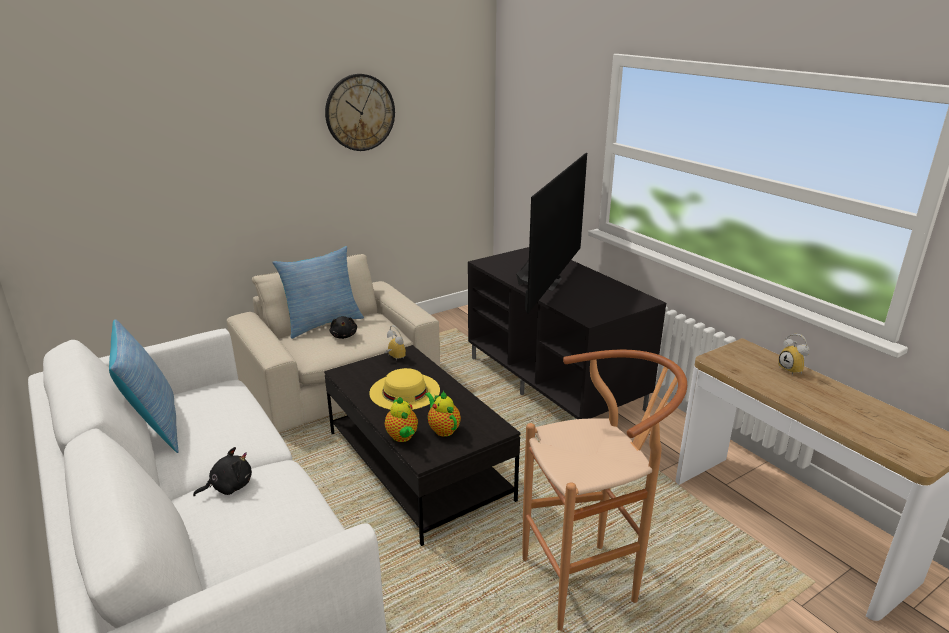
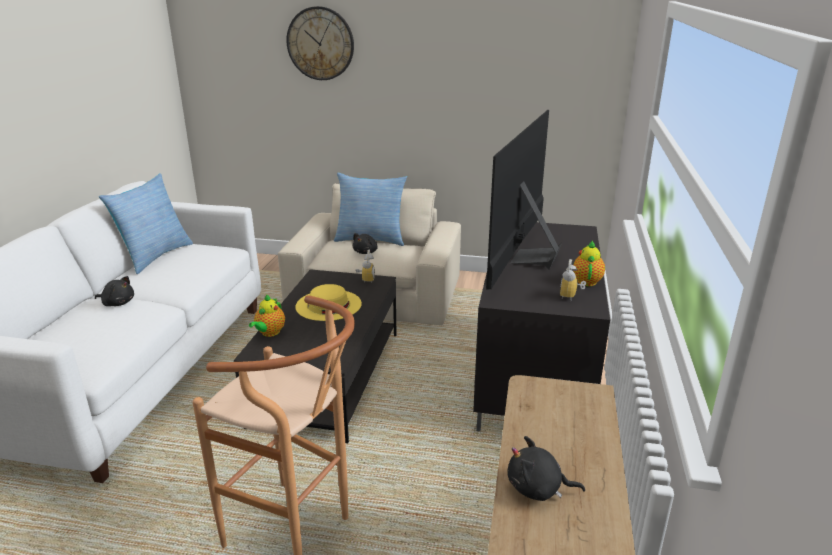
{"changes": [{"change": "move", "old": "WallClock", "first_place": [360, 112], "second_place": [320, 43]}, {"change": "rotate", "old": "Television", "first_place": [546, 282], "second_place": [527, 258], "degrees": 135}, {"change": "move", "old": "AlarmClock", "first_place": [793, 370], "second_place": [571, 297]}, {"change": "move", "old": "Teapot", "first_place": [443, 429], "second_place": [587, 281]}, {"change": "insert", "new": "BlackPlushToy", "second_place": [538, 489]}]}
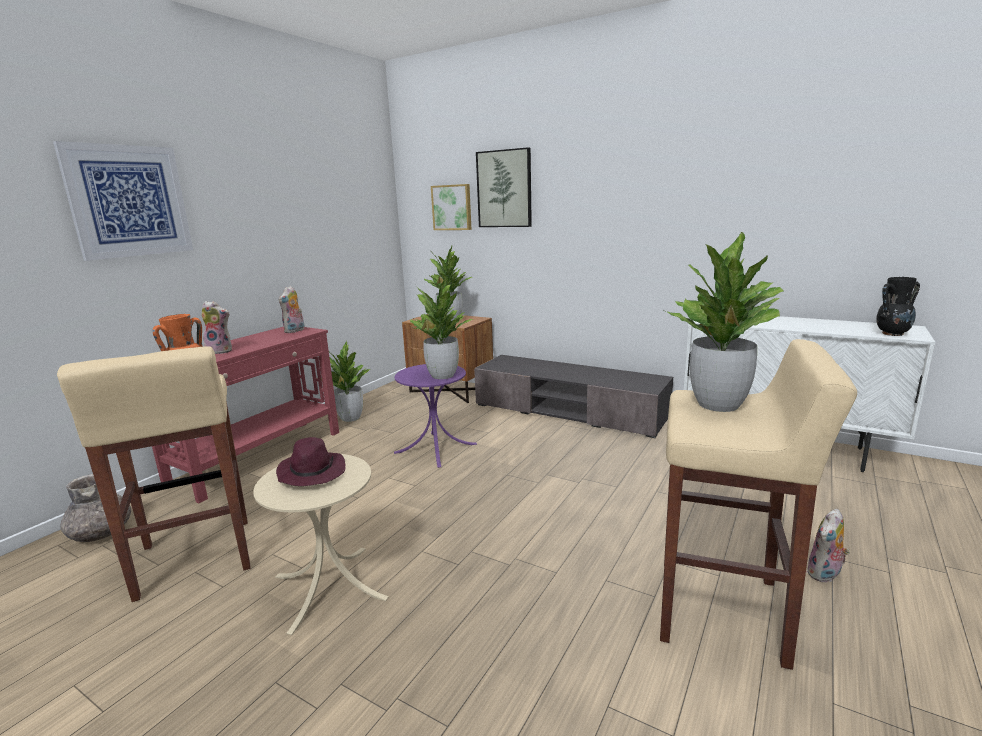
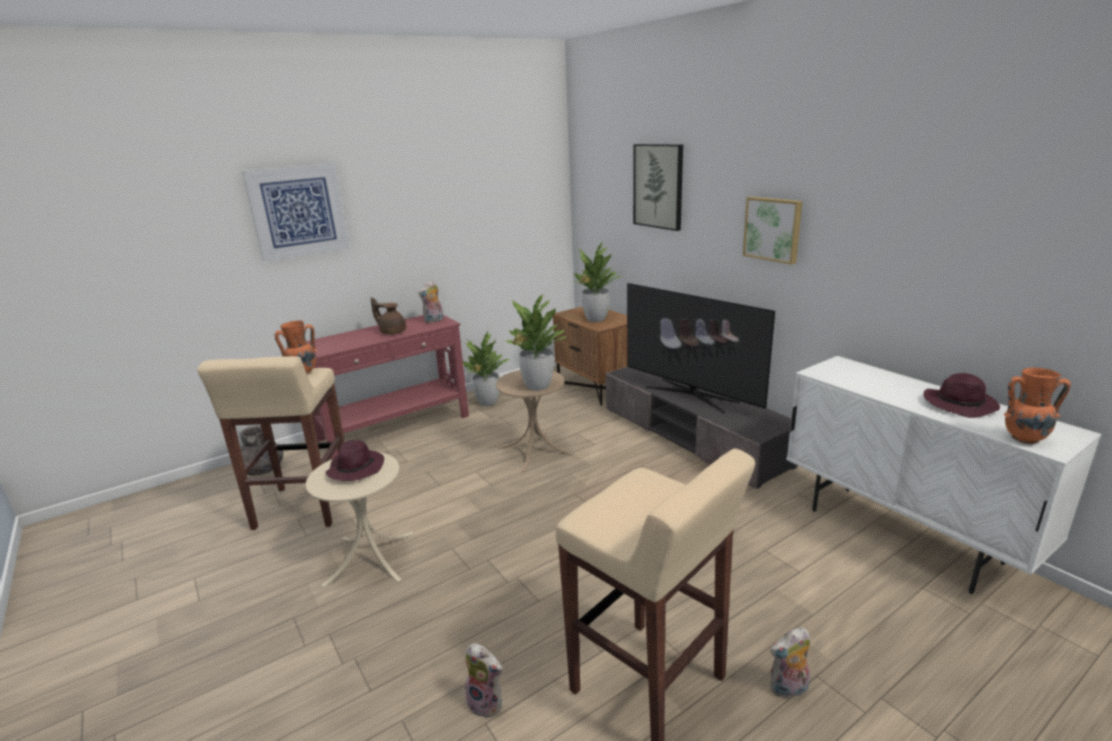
{"changes": [{"change": "move", "old": "Picture", "first_place": [452, 207], "second_place": [773, 229]}, {"change": "delete", "old": "PottedPlant", "first_place": [718, 405]}, {"change": "recolor", "old": "BlackVase", "new": "OrangeVase", "first_place": [891, 334], "second_place": [1023, 439]}, {"change": "move", "old": "PlushToy", "first_place": [221, 351], "second_place": [487, 702]}, {"change": "recolor", "old": "PurpleSideTable", "new": "BeigeSideTable", "first_place": [436, 448], "second_place": [535, 450]}, {"change": "insert", "new": "Television", "second_place": [691, 394]}, {"change": "insert", "new": "BrownTeapot", "second_place": [392, 332]}, {"change": "insert", "new": "PurpleHat", "second_place": [960, 404]}]}
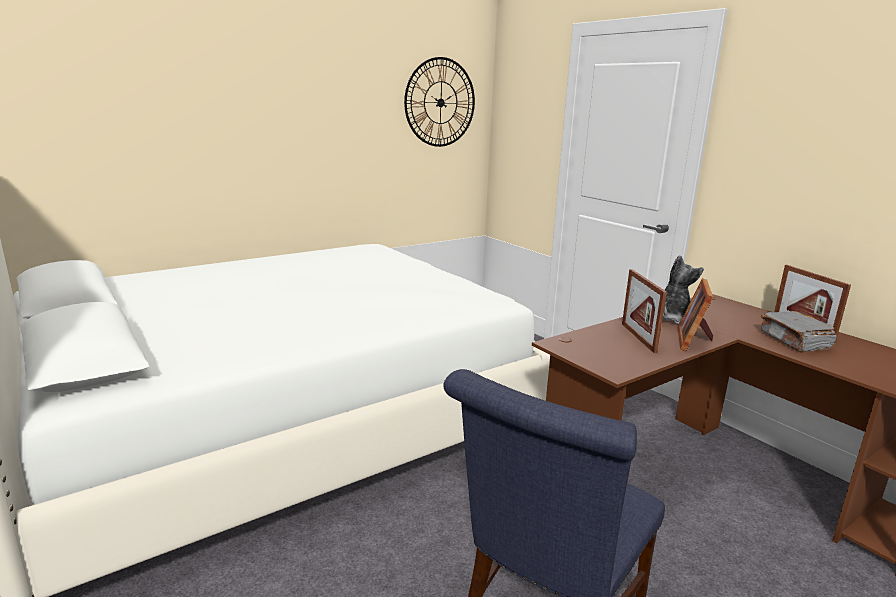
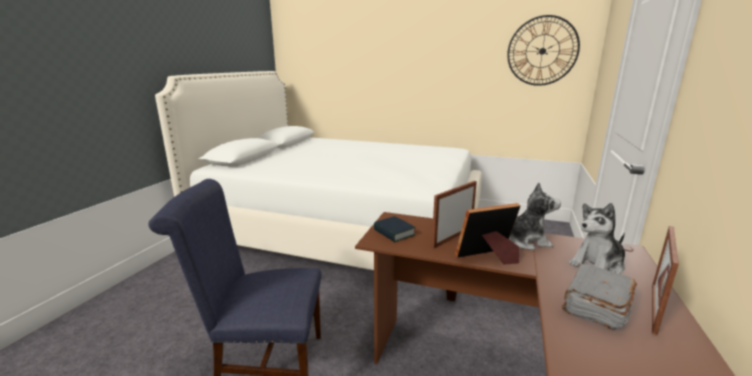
{"changes": [{"change": "insert", "new": "PlushToy", "second_place": [598, 265]}, {"change": "insert", "new": "Book", "second_place": [394, 233]}]}
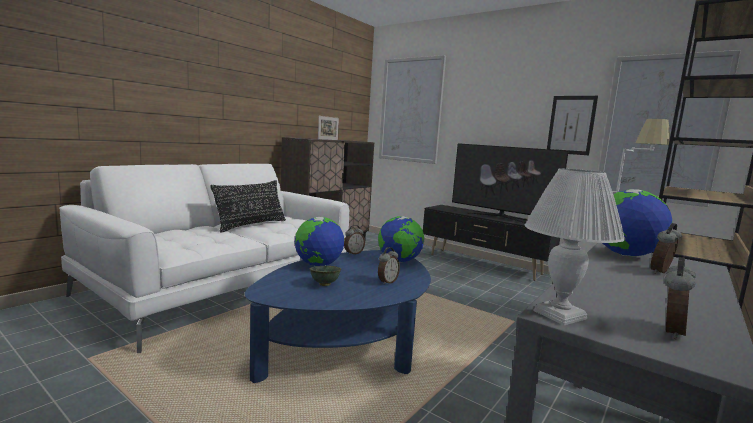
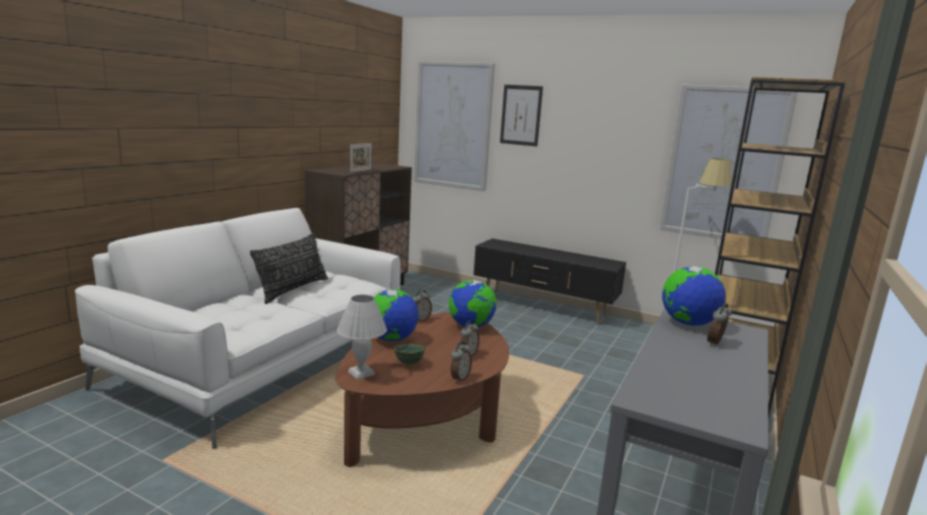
{"changes": [{"change": "move", "old": "Picture", "first_place": [571, 125], "second_place": [521, 115]}, {"change": "delete", "old": "Television", "first_place": [500, 217]}, {"change": "move", "old": "WhiteTableLamp", "first_place": [561, 315], "second_place": [362, 373]}, {"change": "recolor", "old": "BlueCoffeeTable", "new": "BrownCoffeeTable", "first_place": [347, 345], "second_place": [426, 418]}, {"change": "move", "old": "AlarmClock", "first_place": [670, 331], "second_place": [459, 378]}]}
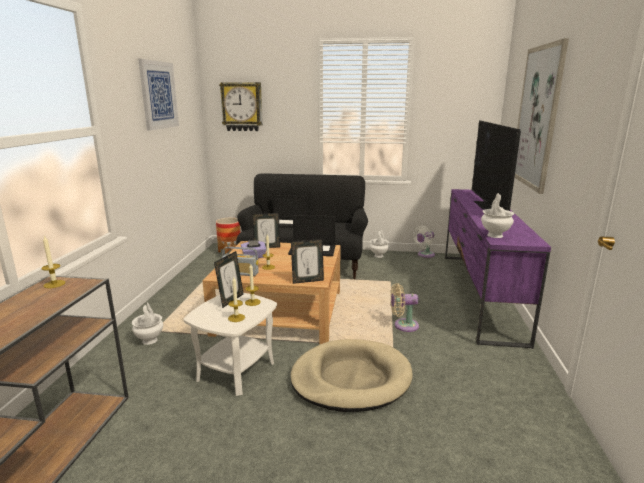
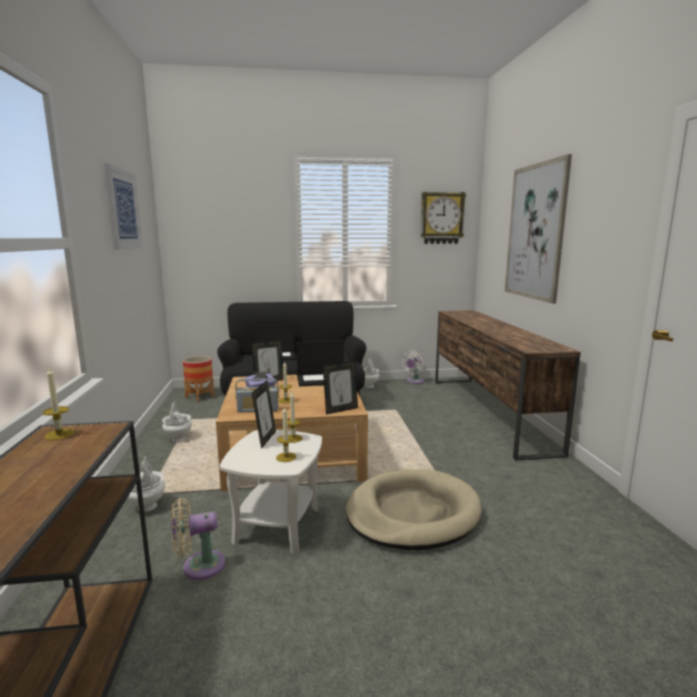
{"changes": [{"change": "move", "old": "WallClock", "first_place": [242, 107], "second_place": [441, 218]}, {"change": "delete", "old": "Television", "first_place": [487, 205]}, {"change": "recolor", "old": "PurpleTvStand", "new": "BrownTvStand", "first_place": [479, 293], "second_place": [487, 412]}, {"change": "move", "old": "WhiteVase", "first_place": [494, 235], "second_place": [178, 439]}, {"change": "move", "old": "BeigeFan", "first_place": [403, 325], "second_place": [199, 566]}]}
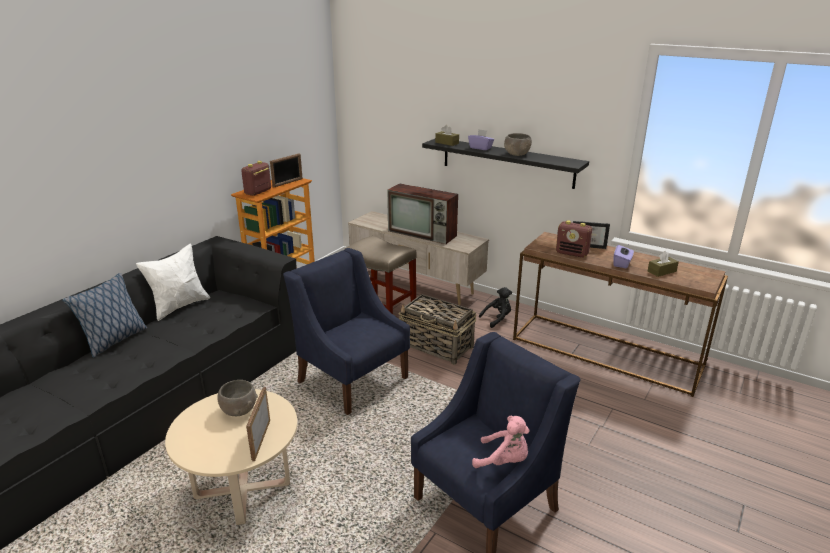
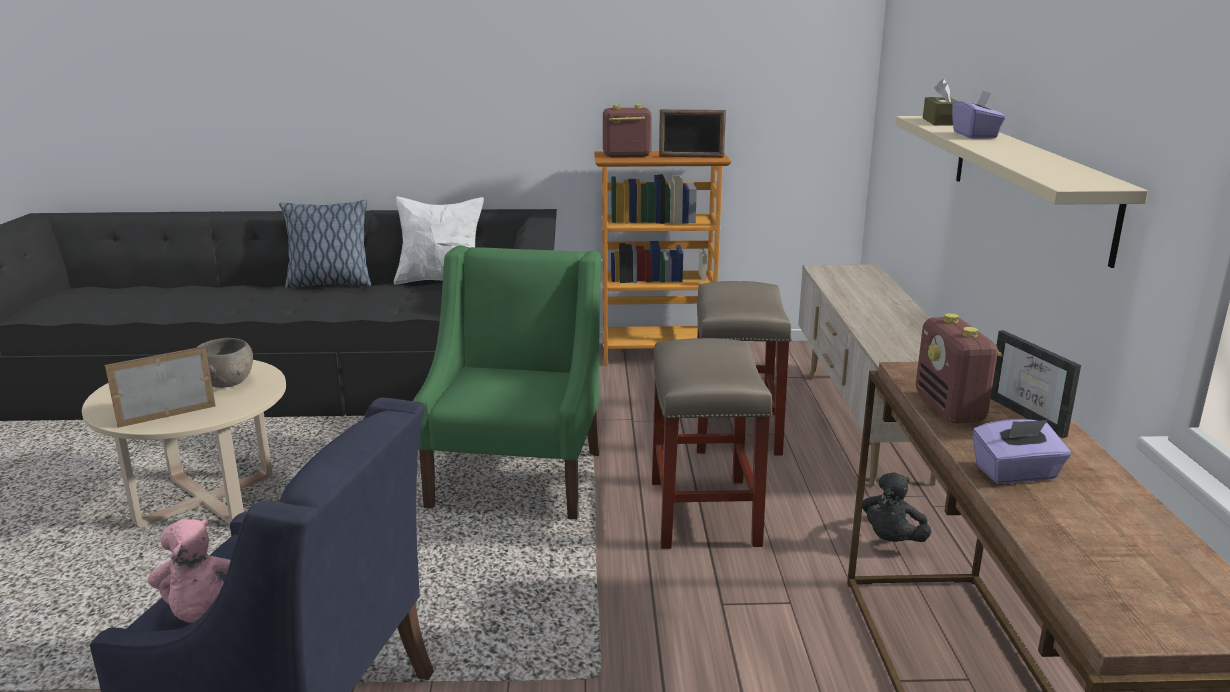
{"changes": [{"change": "delete", "old": "GreyBowl", "first_place": [517, 154]}, {"change": "recolor", "old": "BlackShelf", "new": "BeigeShelf", "first_place": [507, 162], "second_place": [1028, 181]}, {"change": "delete", "old": "Television", "first_place": [423, 233]}, {"change": "recolor", "old": "BlueArmchair", "new": "GreenArmchair", "first_place": [352, 379], "second_place": [518, 478]}, {"change": "delete", "old": "BrownTissueBox", "first_place": [661, 271]}, {"change": "rotate", "old": "BlackPlushToy", "first_place": [497, 319], "second_place": [892, 540], "degrees": 90}, {"change": "replace", "old": "Basket", "new": "BeigeStool", "first_place": [437, 346], "second_place": [704, 513]}]}
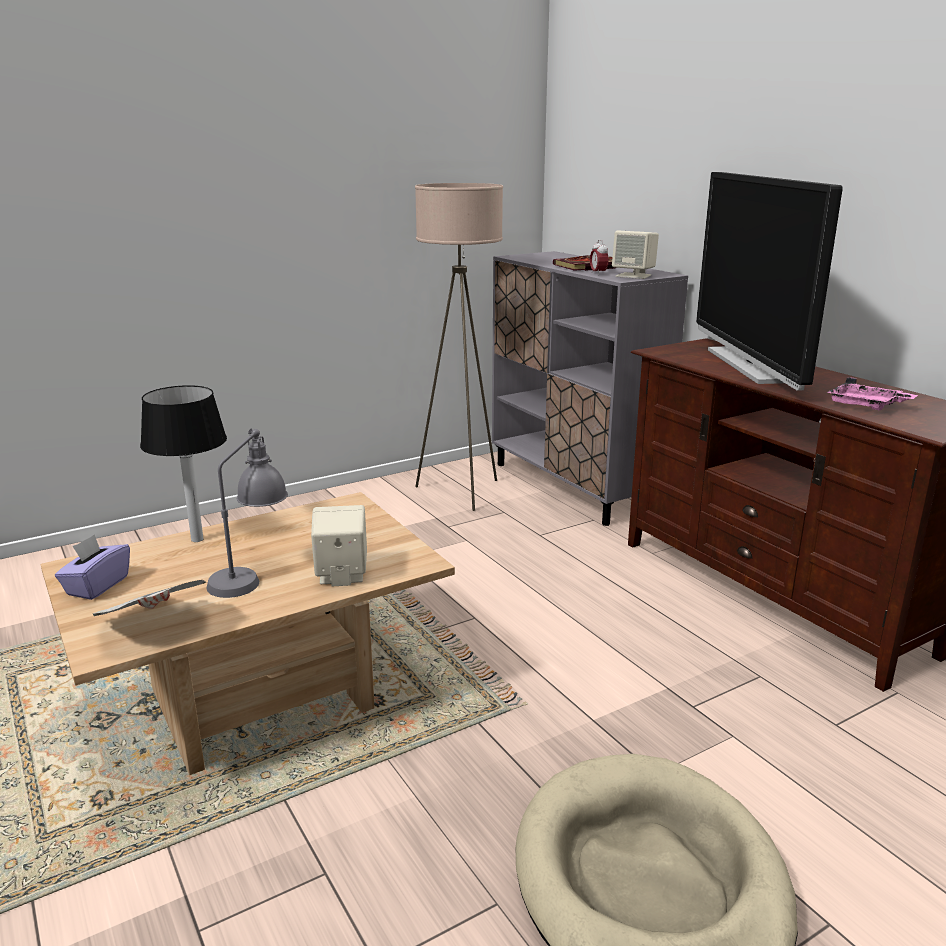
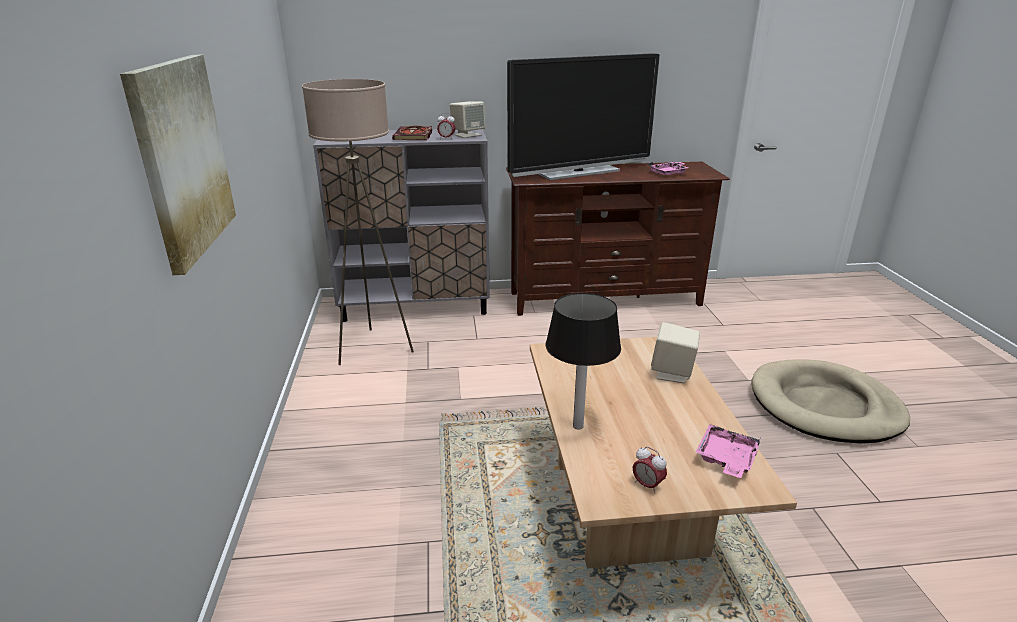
{"changes": [{"change": "rotate", "old": "Television", "first_place": [751, 365], "second_place": [578, 172], "degrees": -45}, {"change": "delete", "old": "GreyTableLamp", "first_place": [251, 575]}, {"change": "replace", "old": "PurpleTissueBox", "new": "AlarmClock", "first_place": [97, 586], "second_place": [647, 485]}, {"change": "replace", "old": "Newspaper", "new": "PinkTray", "first_place": [153, 625], "second_place": [726, 459]}, {"change": "insert", "new": "Picture", "second_place": [183, 158]}]}
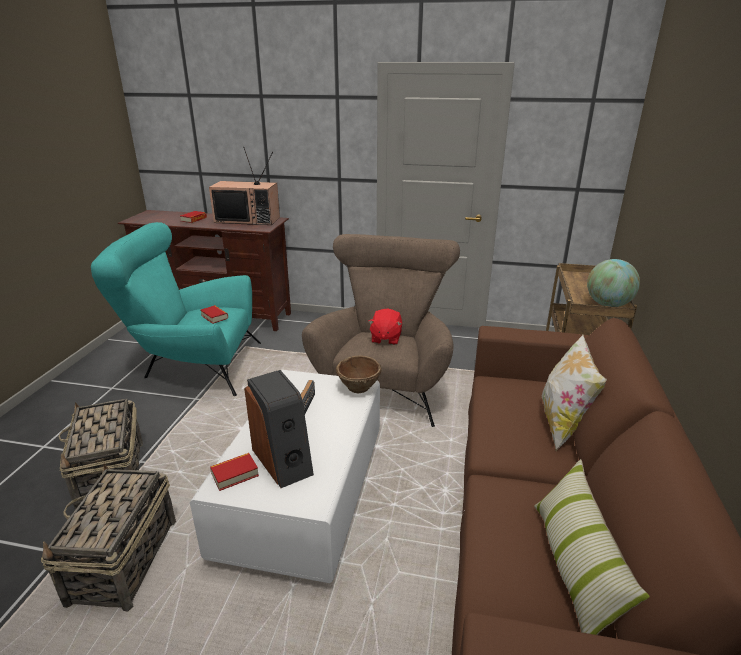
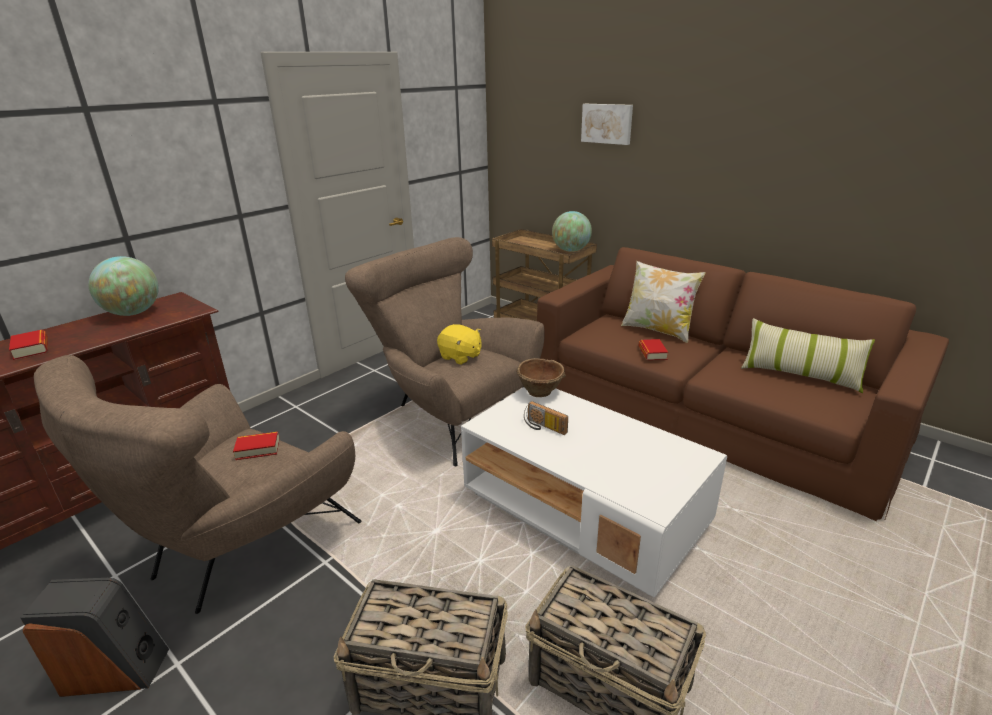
{"changes": [{"change": "replace", "old": "Television", "new": "Globe", "first_place": [248, 220], "second_place": [133, 313]}, {"change": "recolor", "old": "TurquoiseArmchair", "new": "BrownArmchair", "first_place": [193, 367], "second_place": [237, 549]}, {"change": "recolor", "old": "RedPlushToy", "new": "YellowPlushToy", "first_place": [385, 338], "second_place": [460, 357]}, {"change": "move", "old": "Speaker", "first_place": [283, 460], "second_place": [116, 669]}, {"change": "move", "old": "Book", "first_place": [235, 474], "second_place": [652, 353]}, {"change": "insert", "new": "Picture", "second_place": [607, 123]}]}
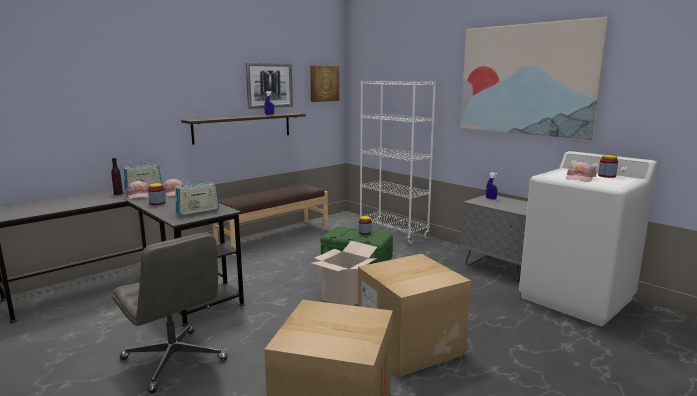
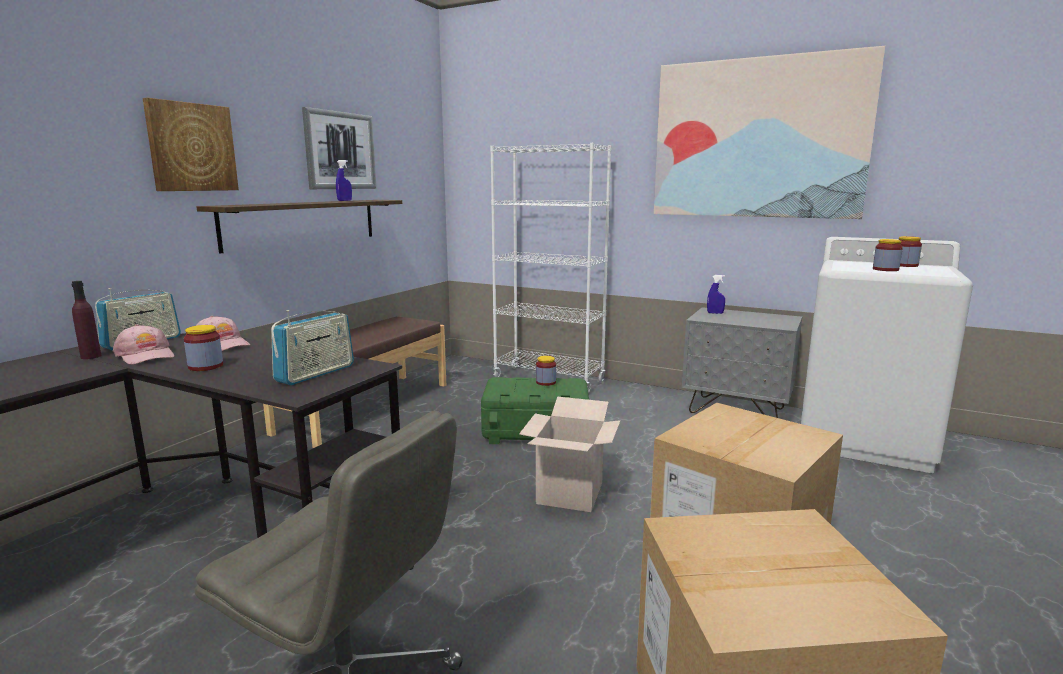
{"changes": [{"change": "move", "old": "Picture", "first_place": [324, 83], "second_place": [191, 147]}, {"change": "replace", "old": "PinkCap", "new": "Jar", "first_place": [579, 178], "second_place": [885, 269]}]}
